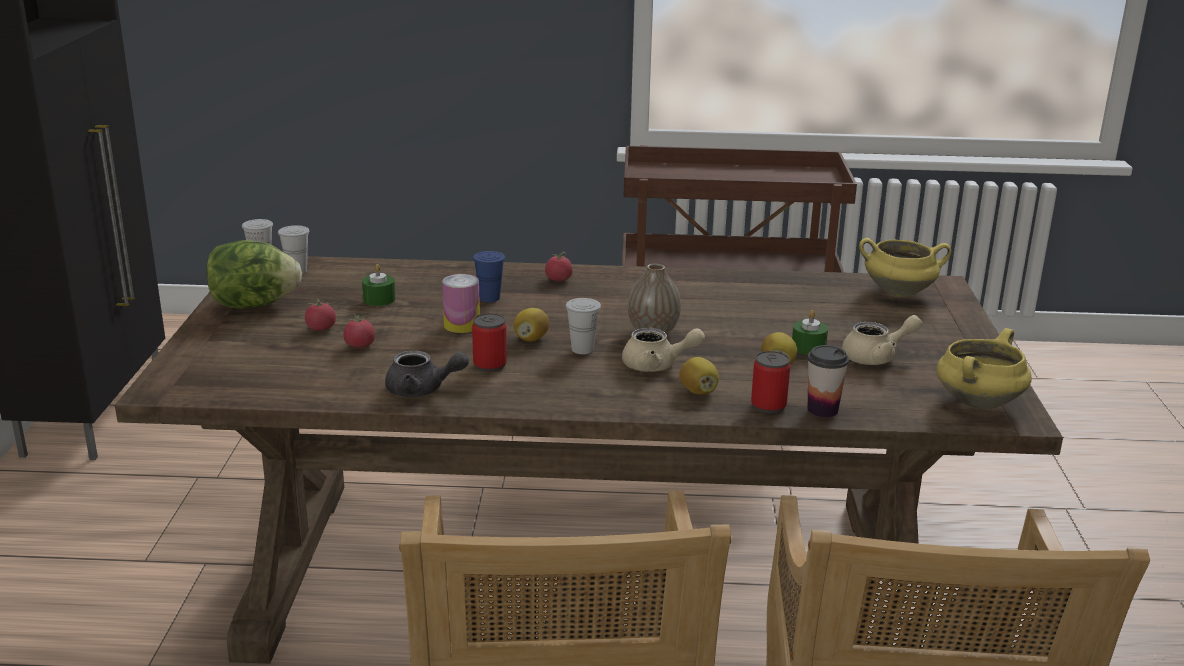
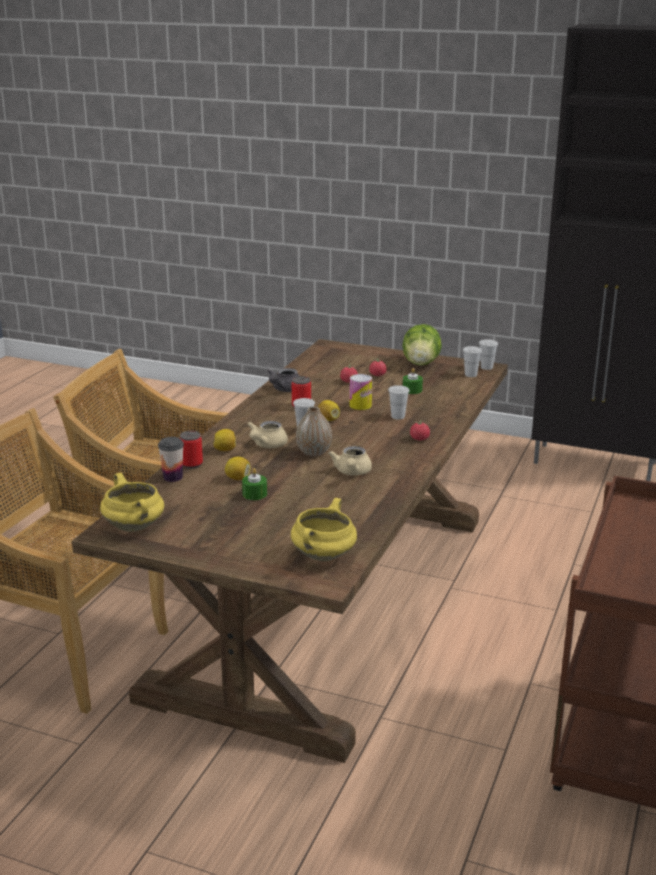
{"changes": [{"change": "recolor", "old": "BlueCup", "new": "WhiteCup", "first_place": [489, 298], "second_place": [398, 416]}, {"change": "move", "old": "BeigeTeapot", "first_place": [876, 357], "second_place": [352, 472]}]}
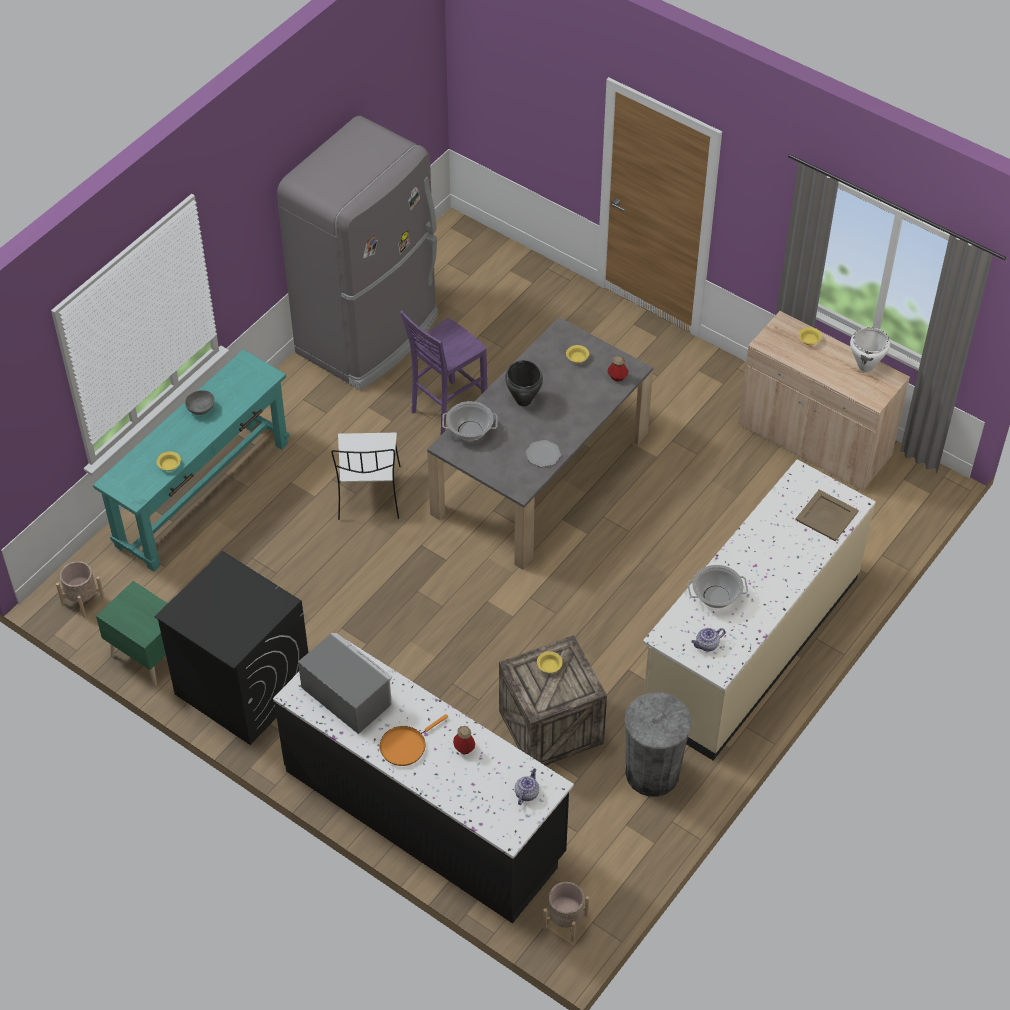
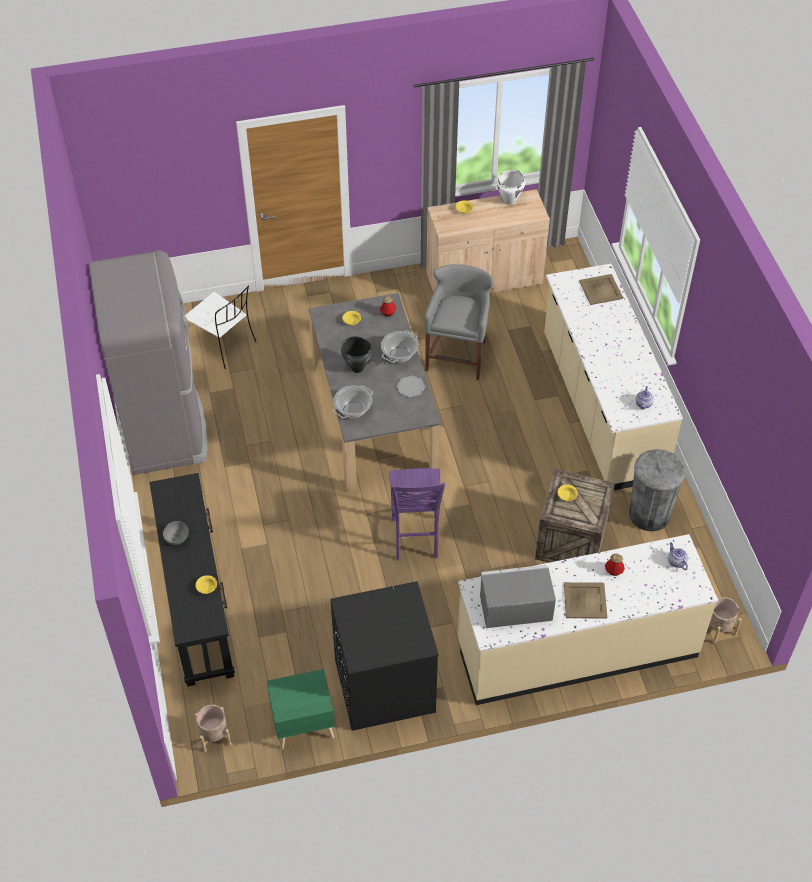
{"changes": [{"change": "move", "old": "PurpleStool", "first_place": [446, 410], "second_place": [415, 539]}, {"change": "recolor", "old": "TurquoiseConsoleTable", "new": "BlackConsoleTable", "first_place": [203, 494], "second_place": [197, 605]}, {"change": "move", "old": "WhiteChair", "first_place": [369, 495], "second_place": [223, 344]}, {"change": "move", "old": "CookingPot", "first_place": [716, 597], "second_place": [399, 355]}, {"change": "recolor", "old": "BlackCounter", "new": "BeigeCounter", "first_place": [425, 812], "second_place": [576, 648]}, {"change": "replace", "old": "OrangeFryingPan", "new": "BeigeTray", "first_place": [405, 746], "second_place": [584, 601]}, {"change": "insert", "new": "GreyStool", "second_place": [457, 355]}]}
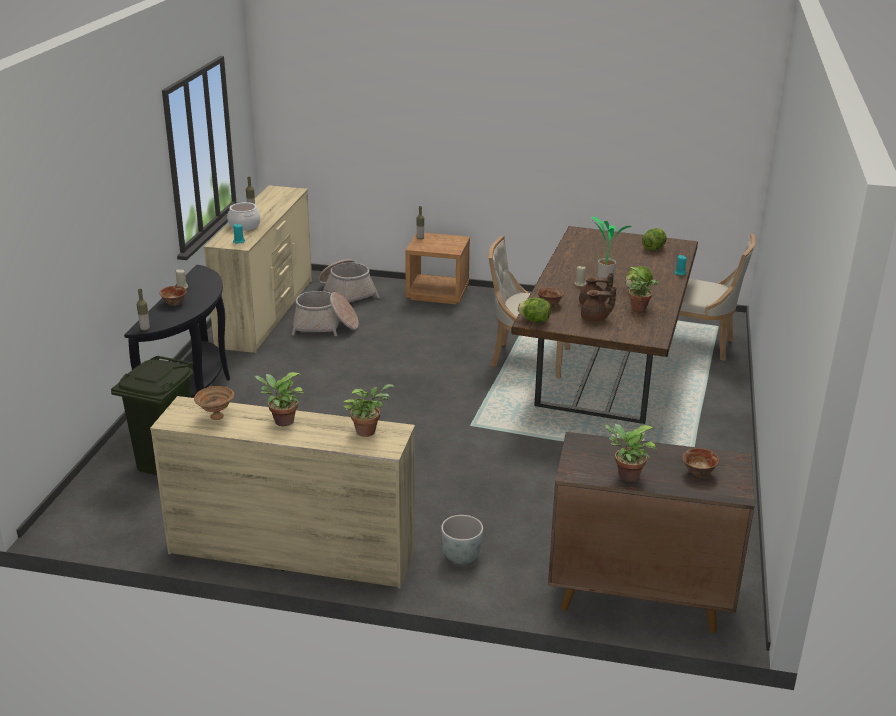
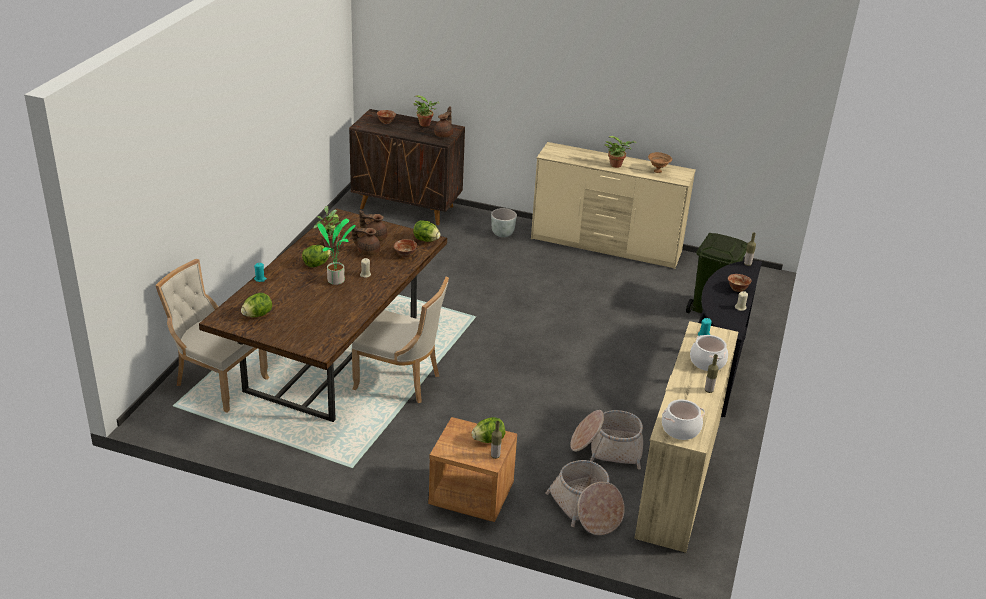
{"changes": [{"change": "delete", "old": "PottedPlant", "first_place": [368, 430]}, {"change": "insert", "new": "BrownTeapot", "second_place": [444, 134]}, {"change": "insert", "new": "CookingPot", "second_place": [680, 429]}, {"change": "insert", "new": "Lettuce", "second_place": [488, 440]}]}
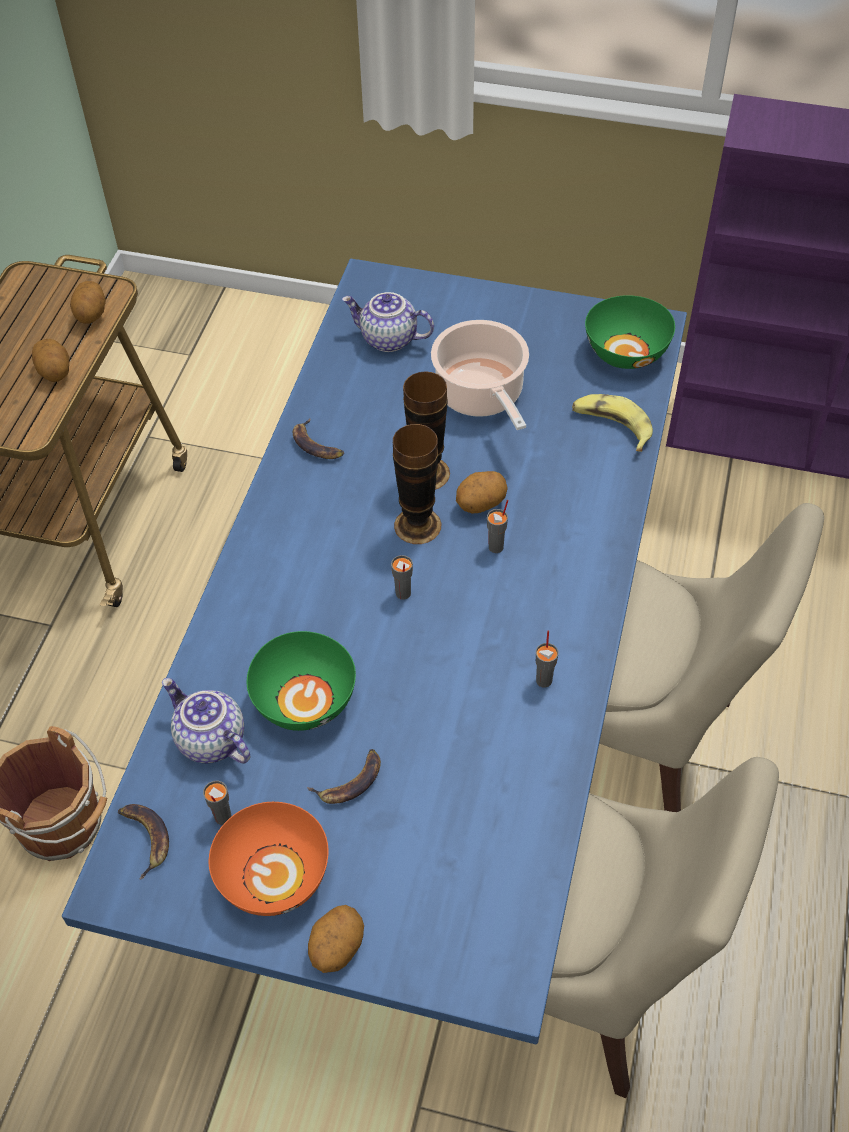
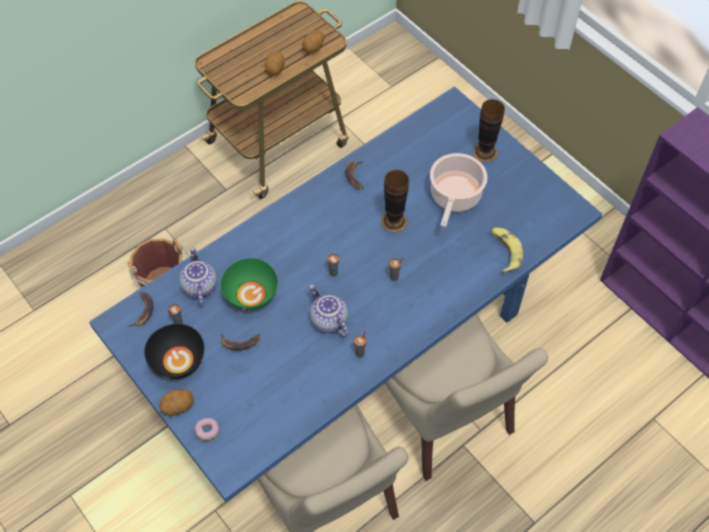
{"changes": [{"change": "move", "old": "Teapot", "first_place": [388, 339], "second_place": [328, 321]}, {"change": "delete", "old": "GreenBowl", "first_place": [626, 351]}, {"change": "move", "old": "Vase", "first_place": [417, 525], "second_place": [485, 152]}, {"change": "delete", "old": "Potato", "first_place": [481, 504]}, {"change": "recolor", "old": "OrangeBowl", "new": "BlackBowl", "first_place": [273, 877], "second_place": [177, 361]}, {"change": "insert", "new": "Donut", "second_place": [207, 431]}]}
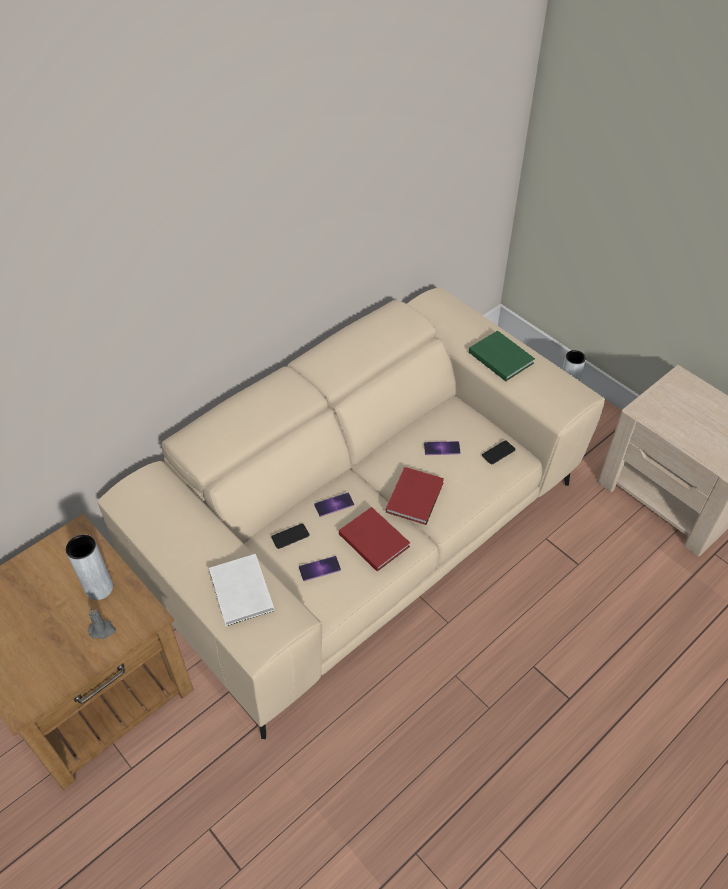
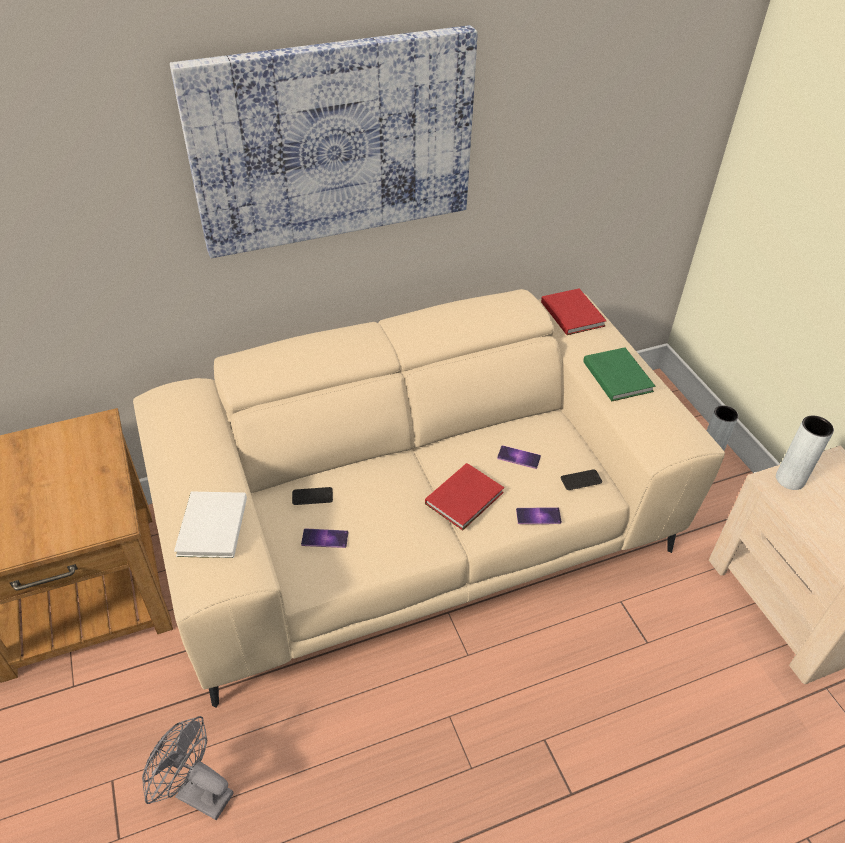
{"changes": [{"change": "move", "old": "Phone", "first_place": [334, 504], "second_place": [538, 516]}, {"change": "move", "old": "RedBook", "first_place": [373, 539], "second_place": [572, 313]}, {"change": "move", "old": "GreyVase", "first_place": [99, 588], "second_place": [790, 479]}, {"change": "delete", "old": "GreyCandle", "first_place": [102, 630]}, {"change": "insert", "new": "Picture", "second_place": [333, 141]}, {"change": "insert", "new": "GreyFan", "second_place": [196, 792]}]}
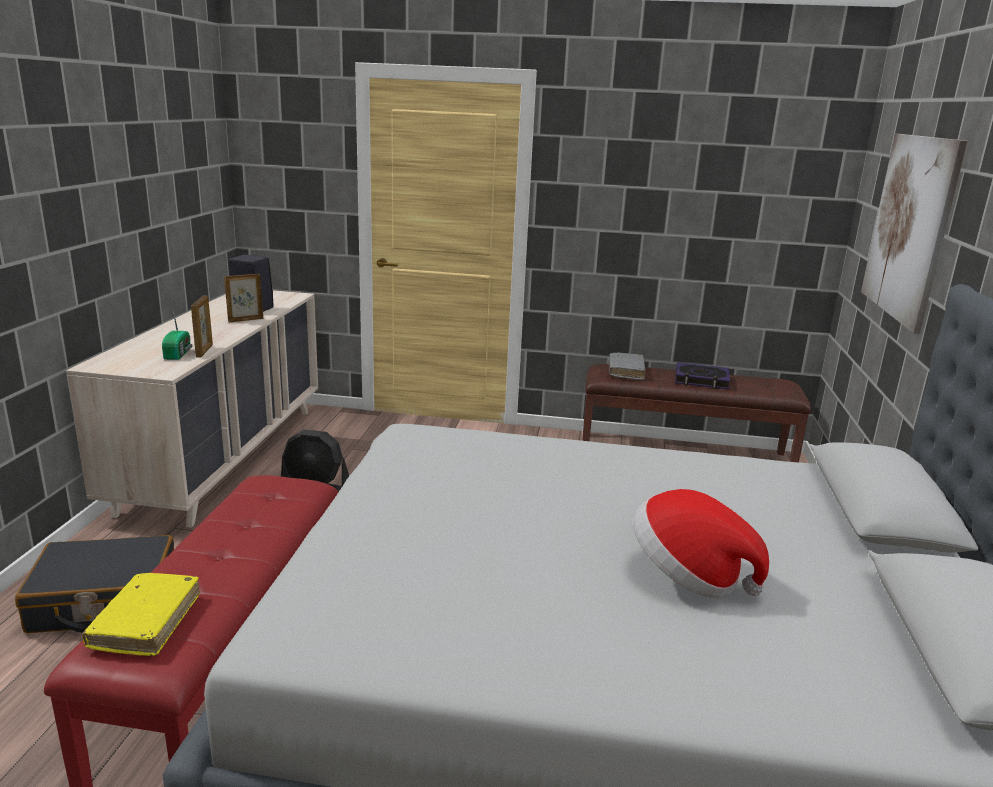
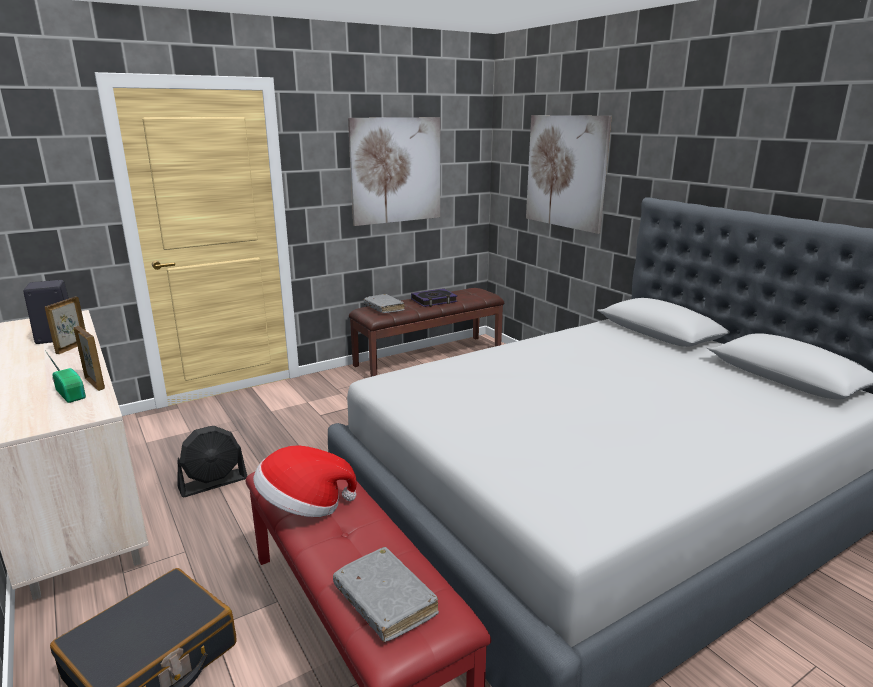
{"changes": [{"change": "move", "old": "Hat", "first_place": [688, 575], "second_place": [304, 506]}, {"change": "recolor", "old": "YellowBook", "new": "GreyBook", "first_place": [146, 622], "second_place": [385, 601]}, {"change": "insert", "new": "Picture", "second_place": [396, 170]}]}
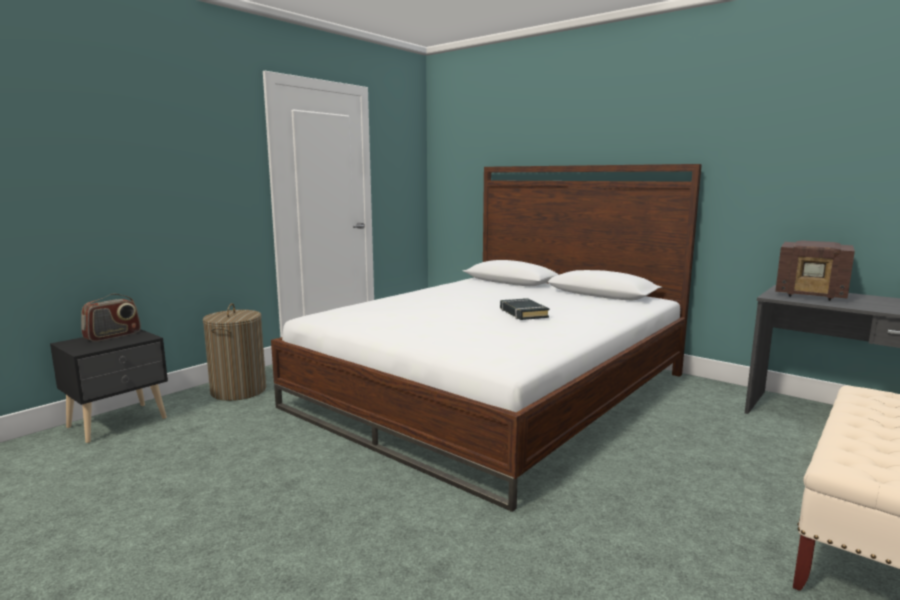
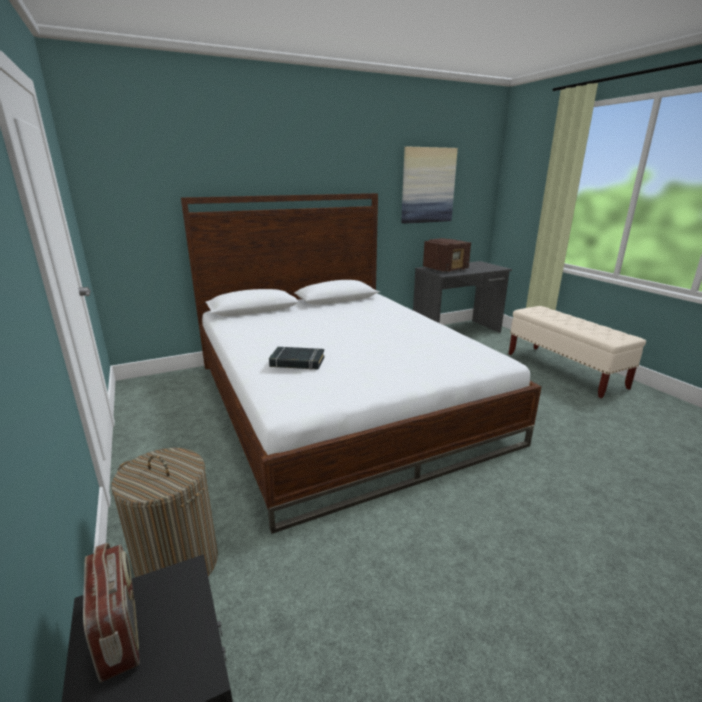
{"changes": [{"change": "move", "old": "BlackBook", "first_place": [523, 313], "second_place": [297, 362]}, {"change": "insert", "new": "Picture", "second_place": [428, 185]}]}
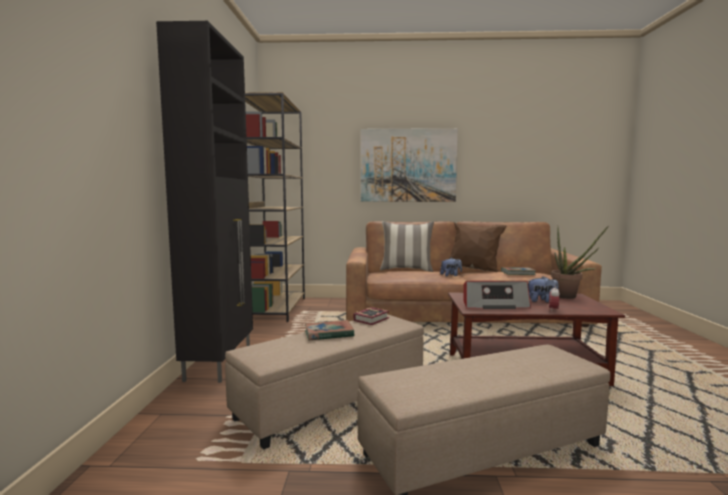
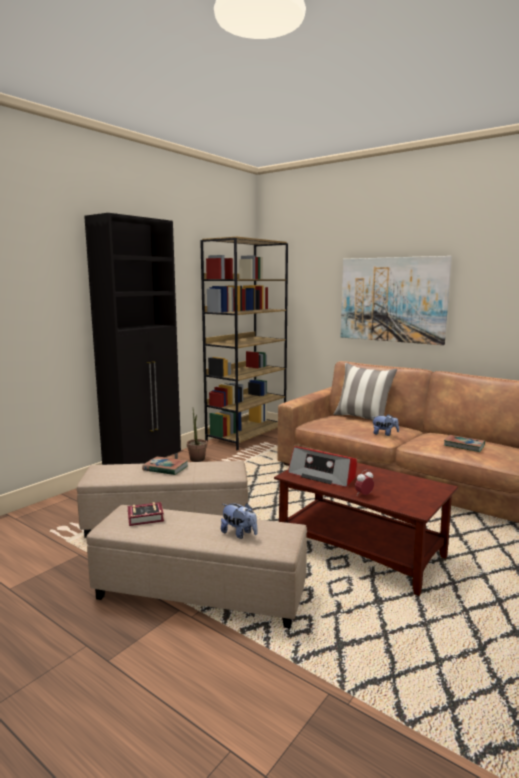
{"changes": [{"change": "delete", "old": "BrownPillow", "first_place": [474, 270]}, {"change": "move", "old": "PottedPlant", "first_place": [570, 297], "second_place": [197, 460]}, {"change": "move", "old": "PlushToy", "first_place": [541, 301], "second_place": [239, 534]}, {"change": "move", "old": "Book", "first_place": [373, 319], "second_place": [147, 518]}]}
